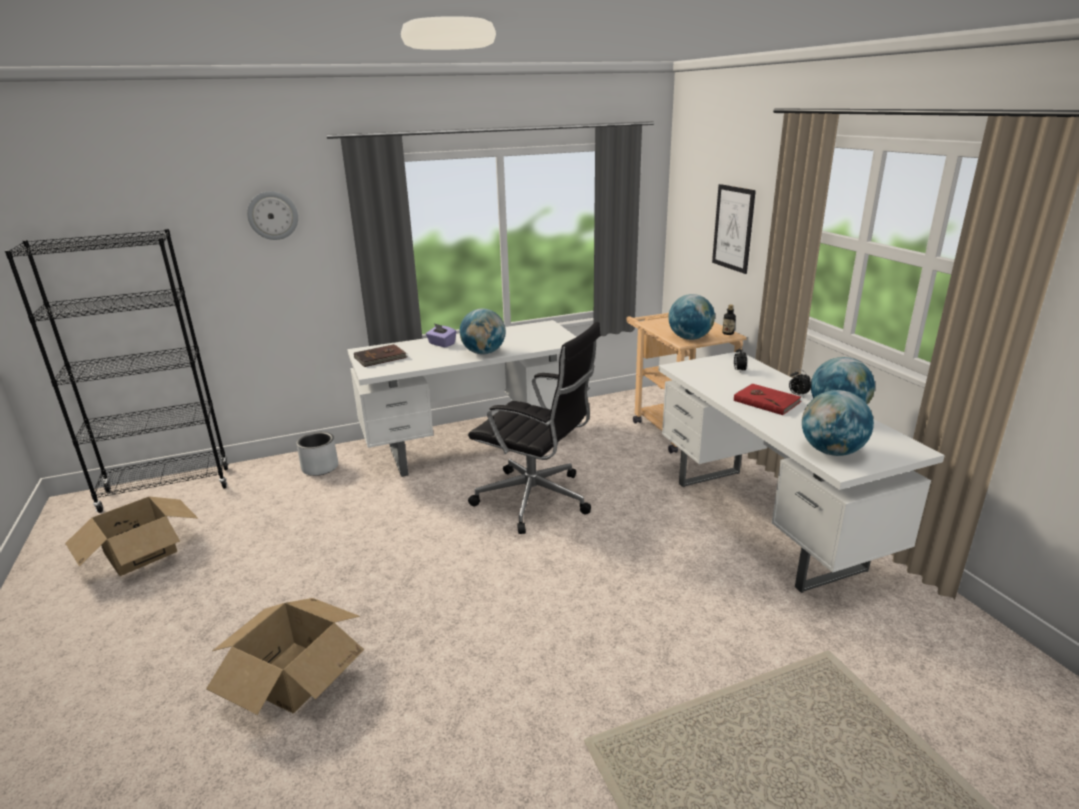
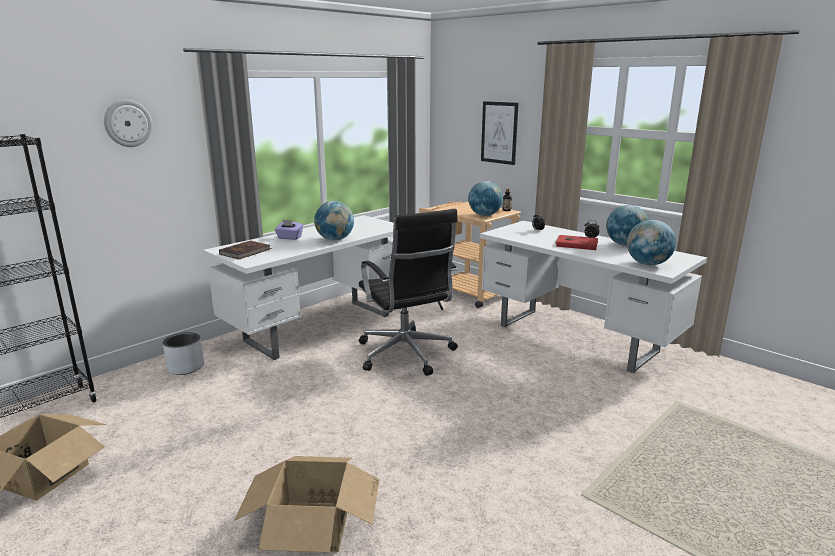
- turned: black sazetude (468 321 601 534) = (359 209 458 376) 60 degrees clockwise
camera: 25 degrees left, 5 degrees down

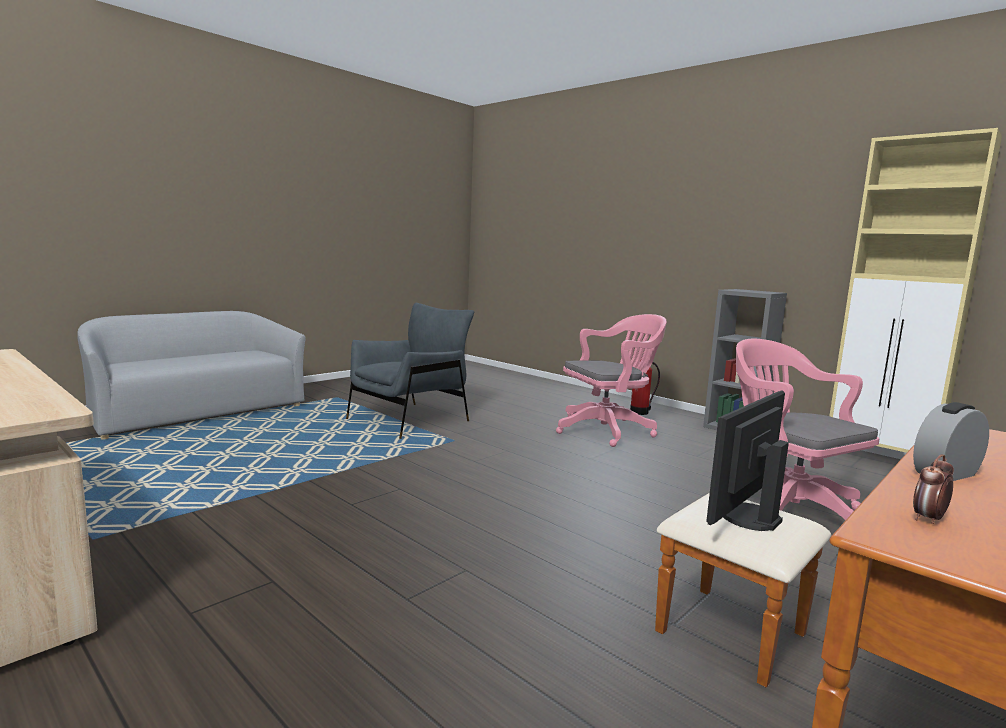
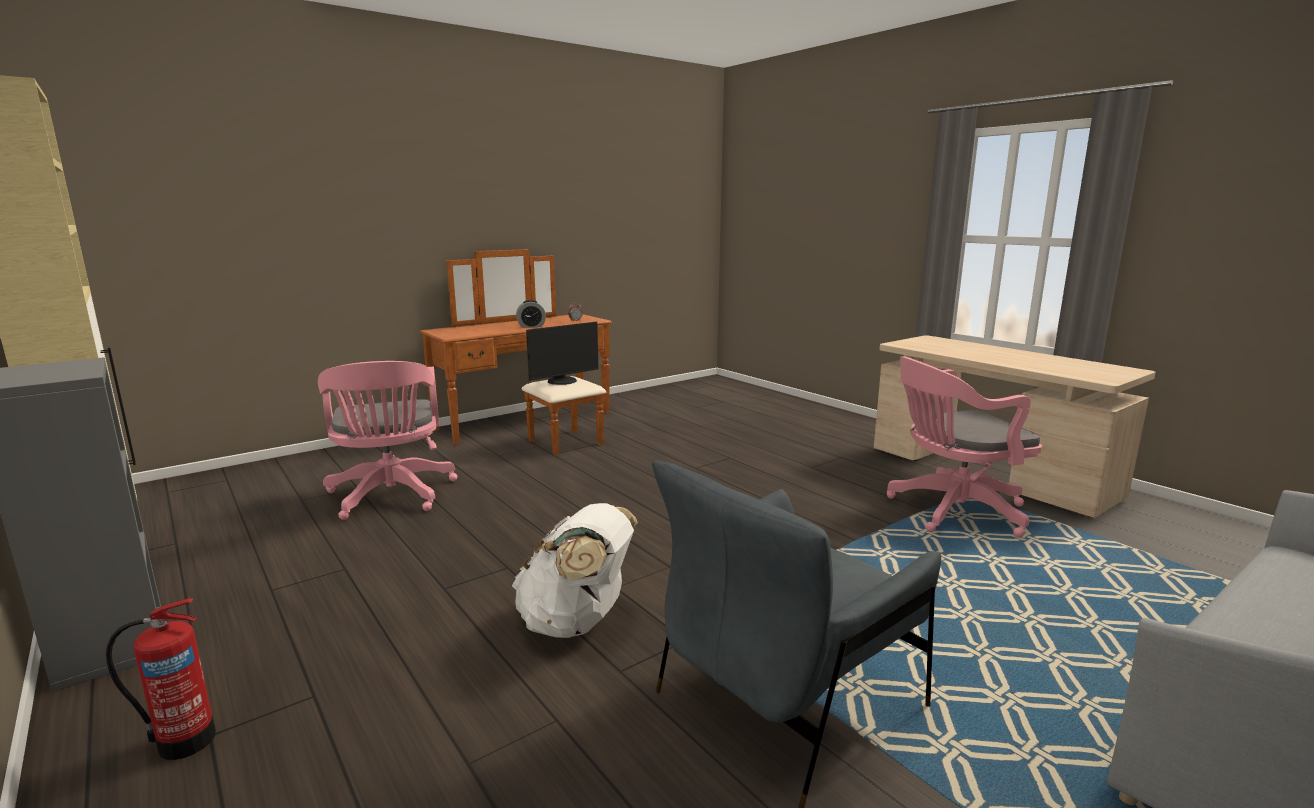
- moved: pink sazetude (556 314 667 447) to (886 356 1042 538)
- added: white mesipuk (512 503 638 638)
camera: 170 degrees left, 5 degrees up

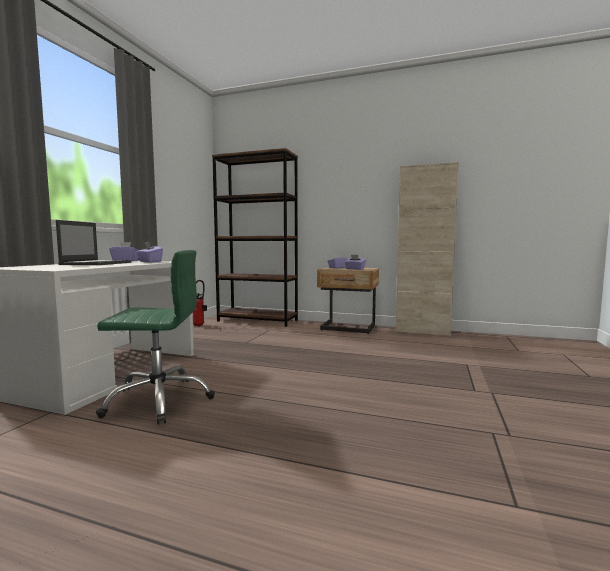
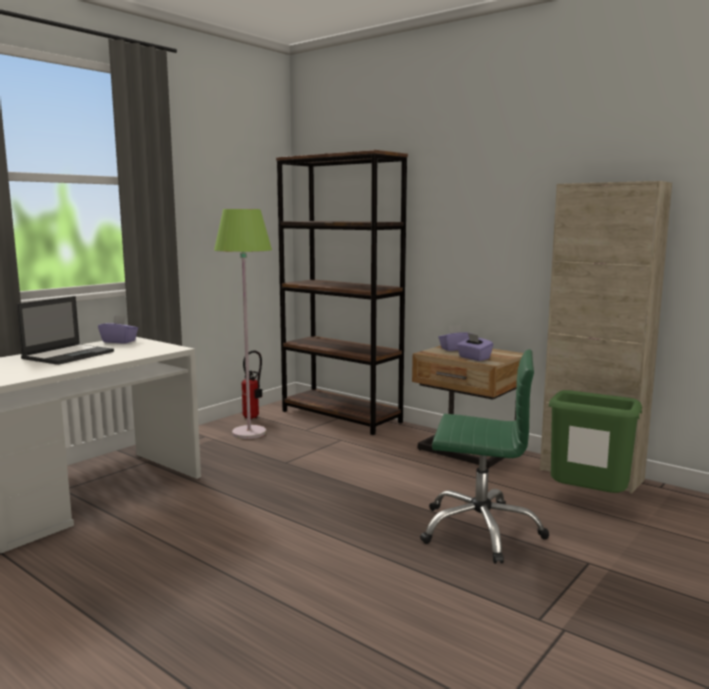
- removed: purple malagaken (136 242 163 262)
- moved: green sazetude (96 250 215 424) to (420 350 549 564)
- added: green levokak (214 209 272 439)
- added: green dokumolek (549 390 642 493)
camera: 20 degrees right, 5 degrees up

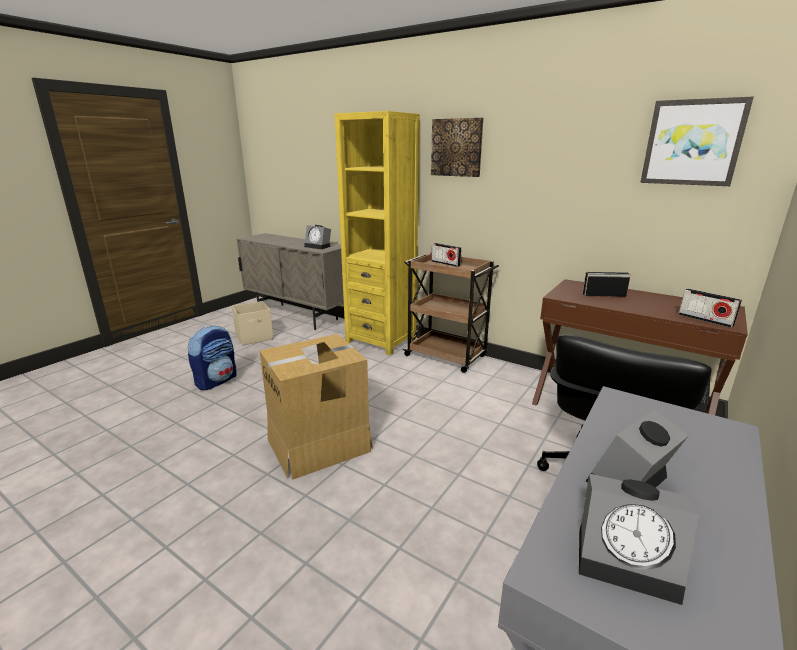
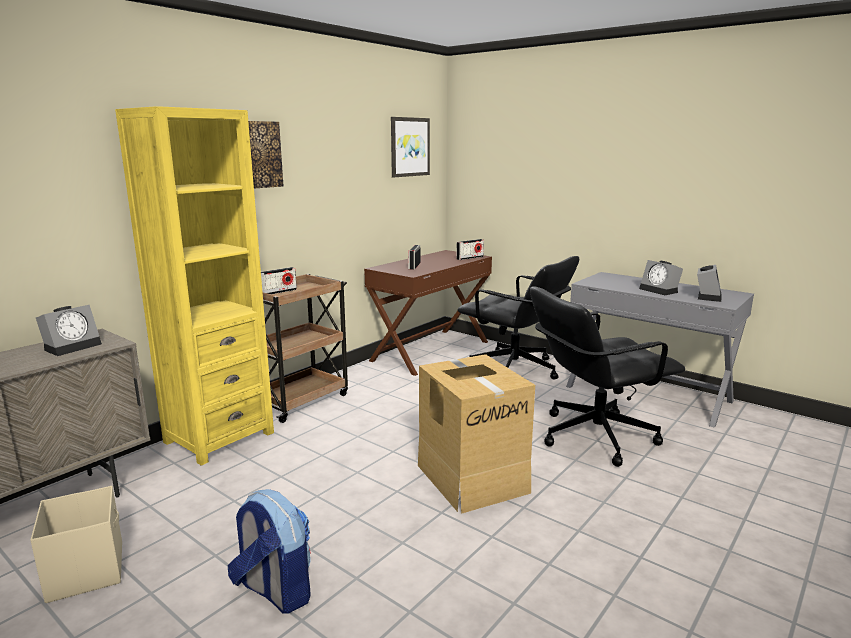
- added: black sazetude (530 286 685 467)
camera: 85 degrees left, 5 degrees down

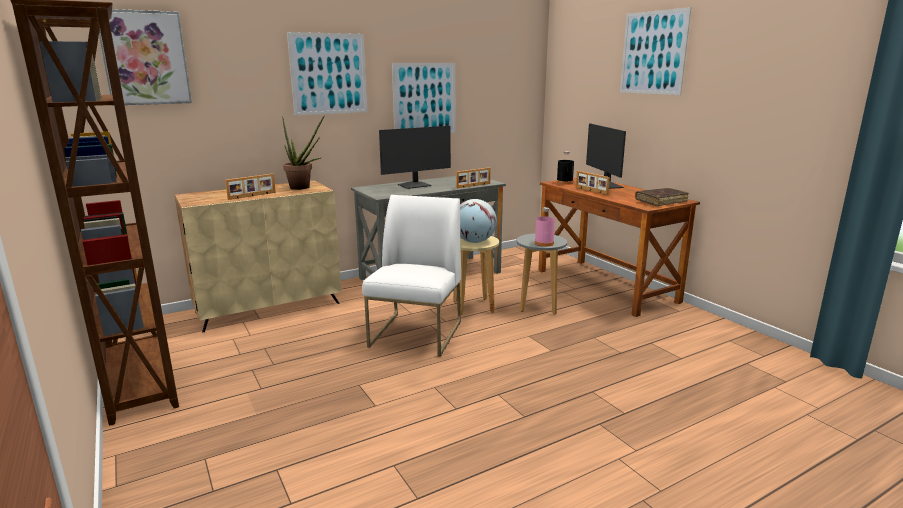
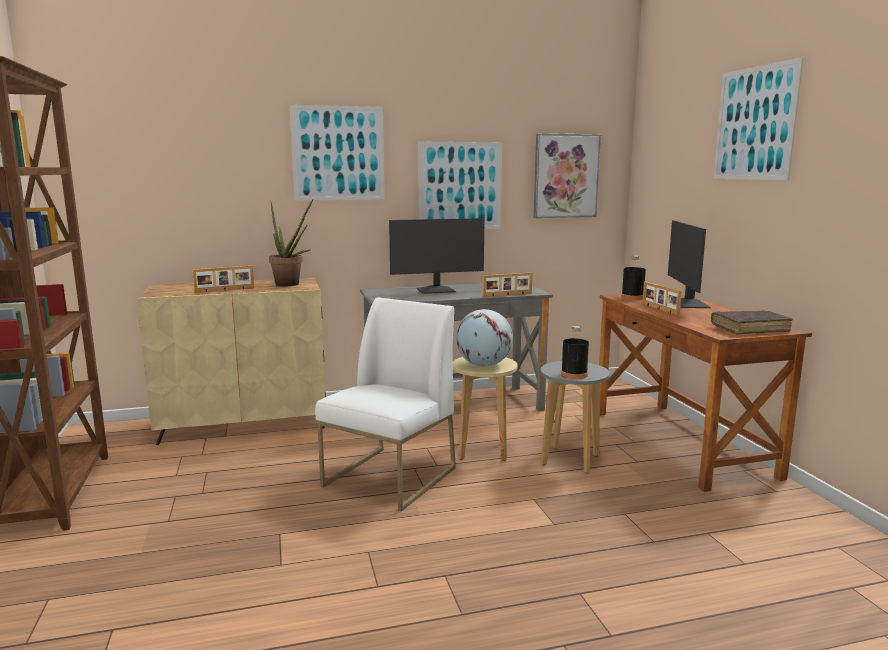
- moved: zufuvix (99 9 192 106) to (534 133 601 218)
- recoloured: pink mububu (535 207 555 247) to black mububu (561 326 589 379)
camera: 15 degrees right, 5 degrees down

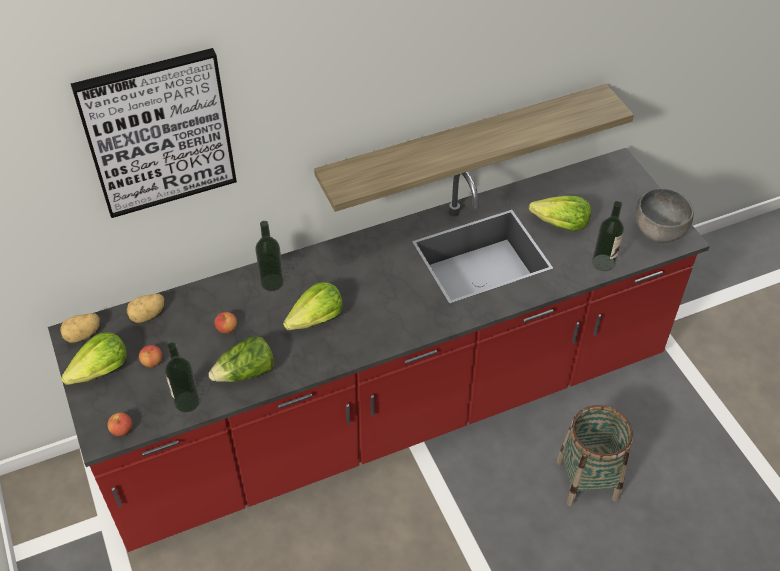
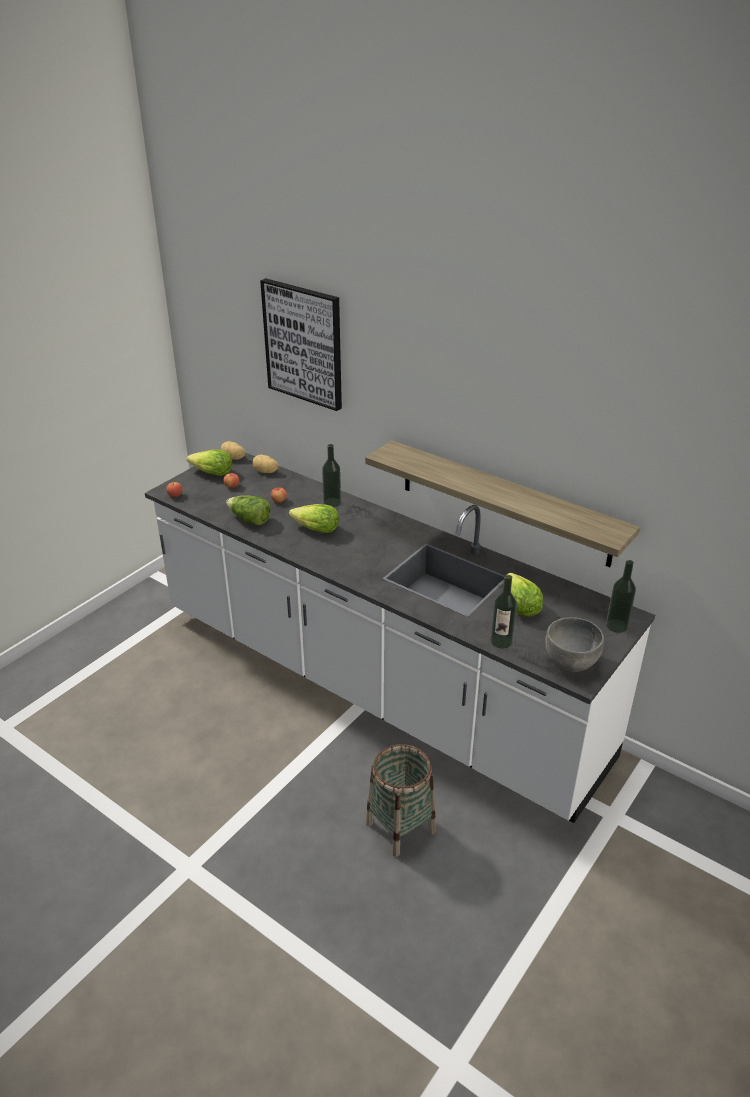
- recoloured: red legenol (48 148 710 552) to white legenol (145 453 655 823)
- moved: mububu (165 342 200 412) to (606 560 636 633)
camera: 60 degrees right, 15 degrees down

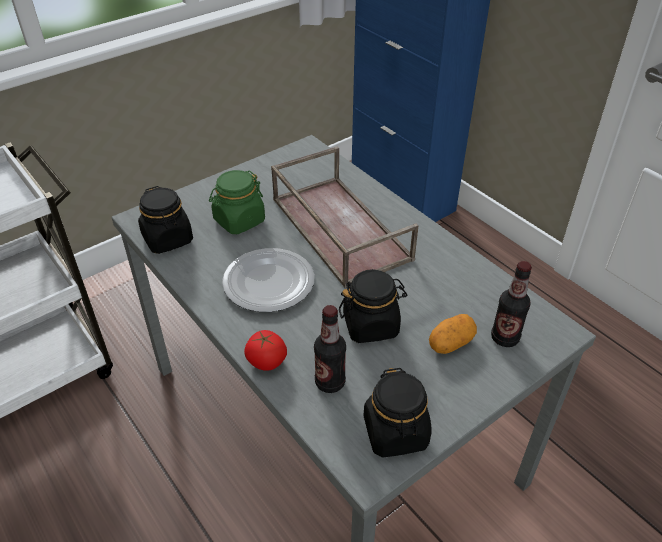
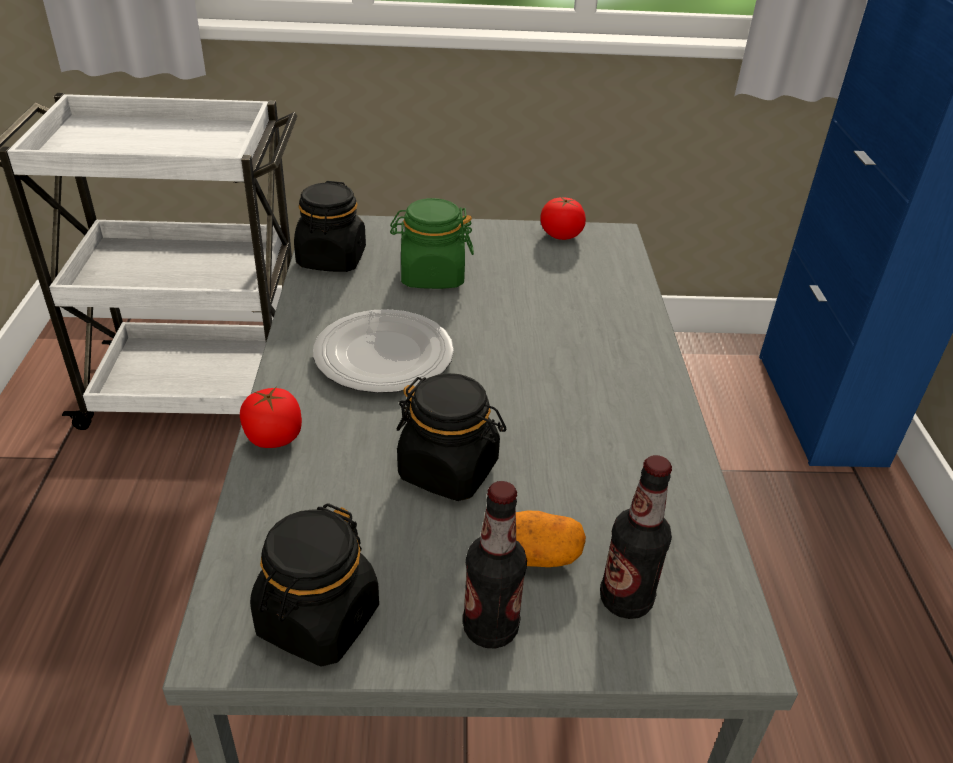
- removed: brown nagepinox (271 146 419 288)
- moved: mububu (314 305 346 393) to (463 481 527 649)
- added: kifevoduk (540 197 586 240)
camera: 35 degrees right, 5 degrees down

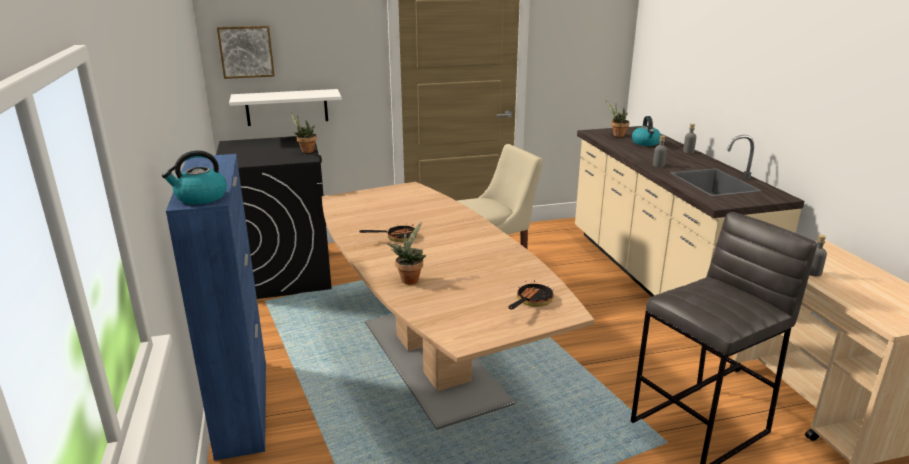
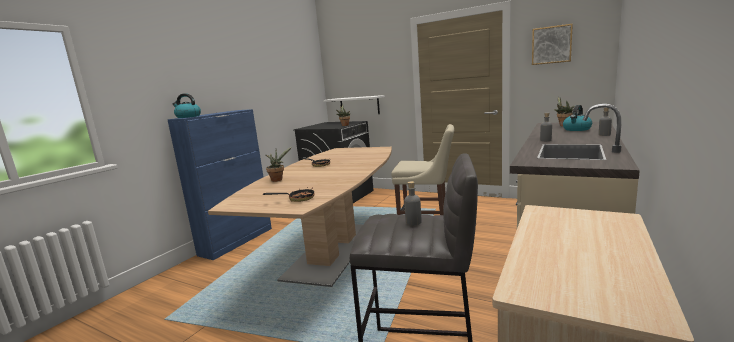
- moved: zufuvix (217 26 275 79) to (532 23 573 65)
- moved: grey mububu (809 235 827 277) to (404 181 422 225)
camera: 45 degrees right, 10 degrees down

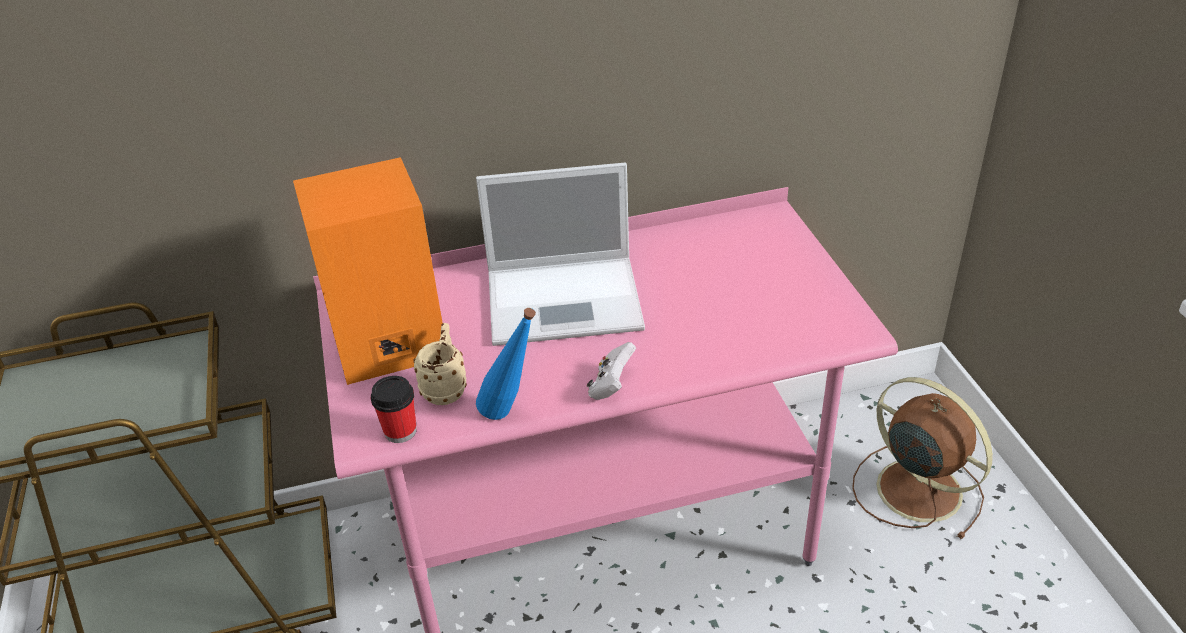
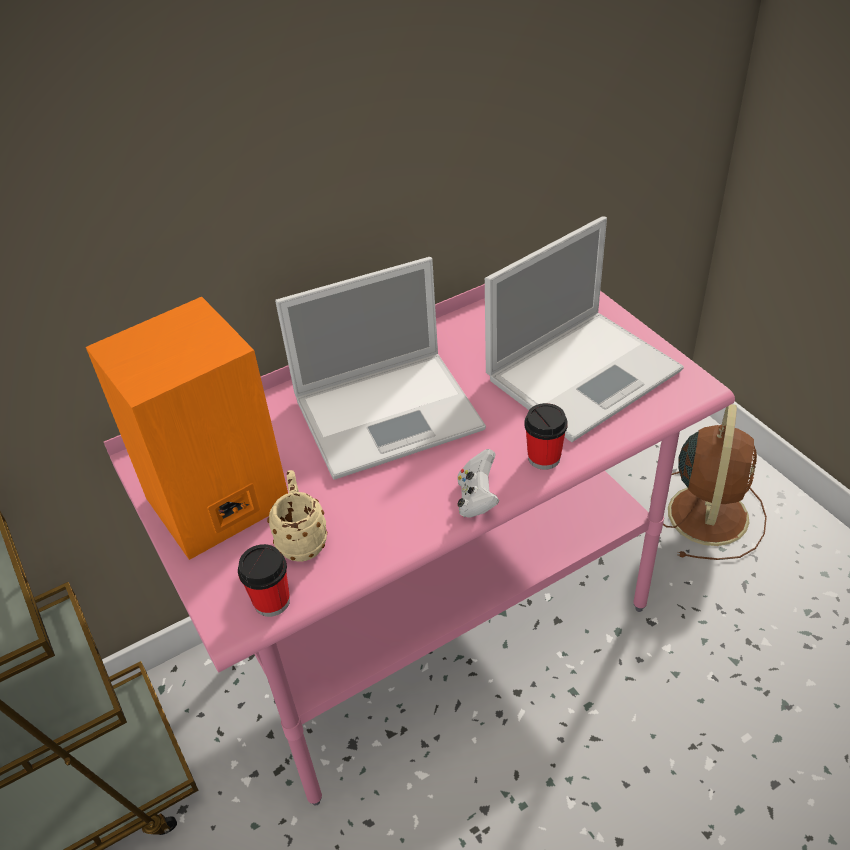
- removed: blue mububu (476 308 536 420)
- turned: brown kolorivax (852 377 993 539) = (651 404 767 560) 75 degrees clockwise
- added: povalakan (485 216 684 442)
- added: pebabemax (524 403 568 470)
camera: 15 degrees left, 5 degrees up

